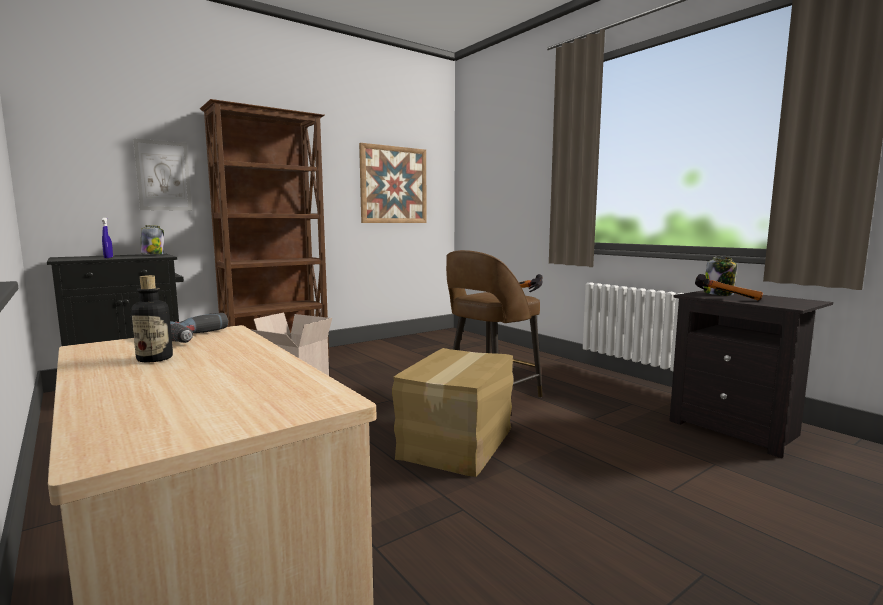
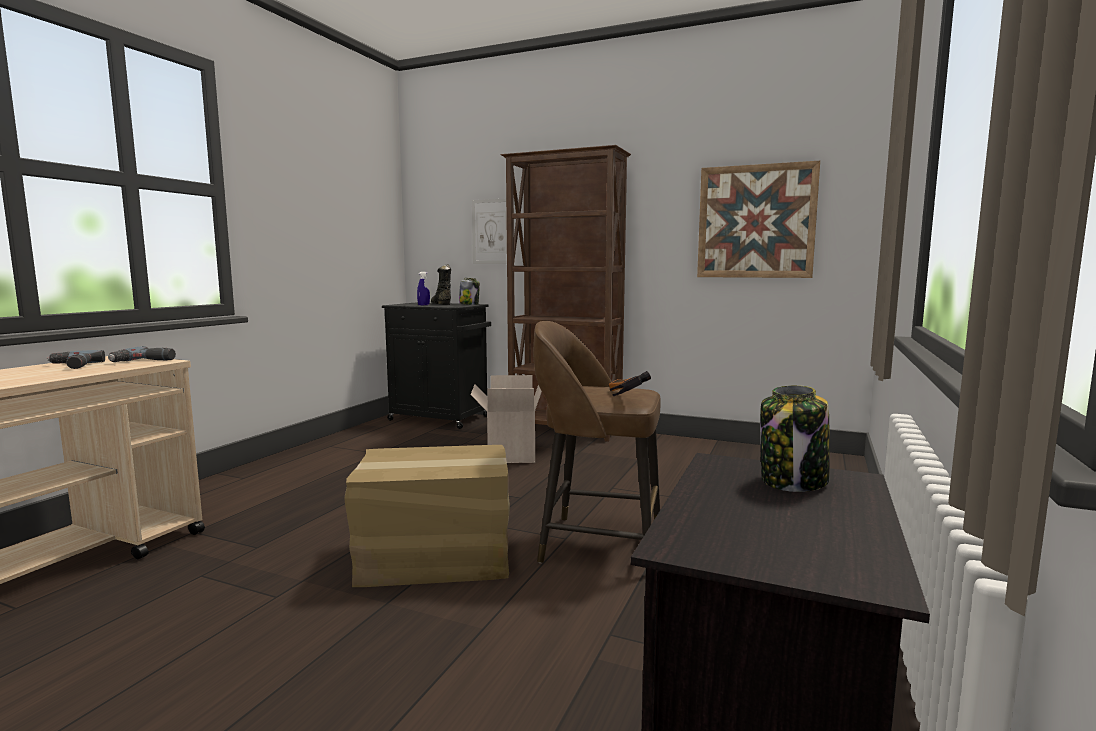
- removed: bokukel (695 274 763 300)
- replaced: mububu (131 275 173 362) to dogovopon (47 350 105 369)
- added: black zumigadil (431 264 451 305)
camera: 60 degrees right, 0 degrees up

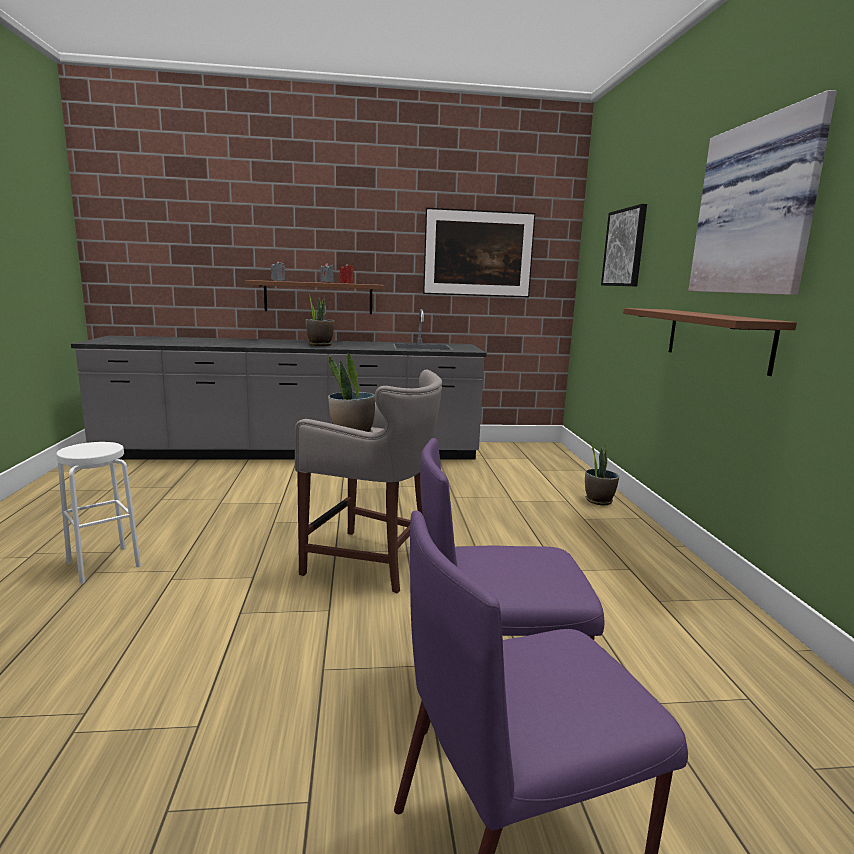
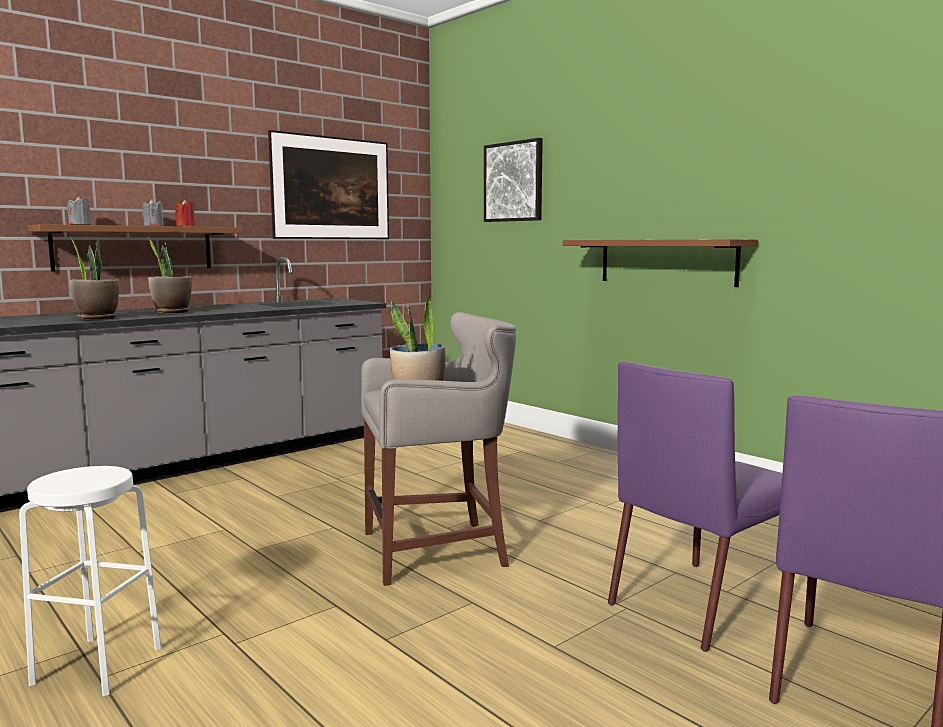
- removed: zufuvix (688 90 837 295)
- moved: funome (585 442 619 505) to (68 236 119 320)
camera: 35 degrees left, 5 degrees down

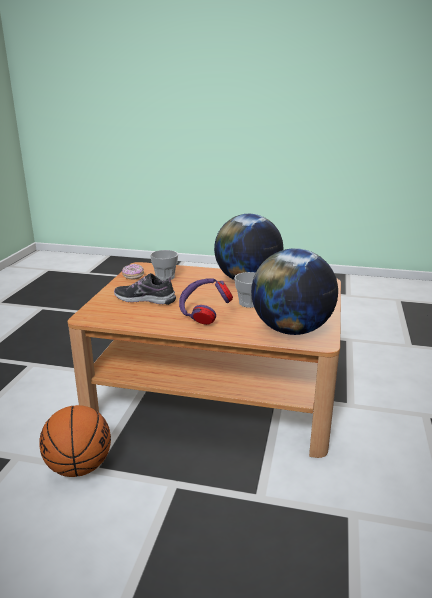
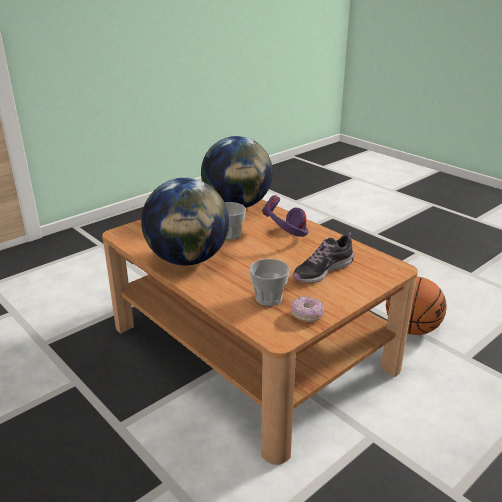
- turned: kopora (114 273 176 305) = (293 232 354 283) 90 degrees clockwise
camera: 145 degrees left, 5 degrees up

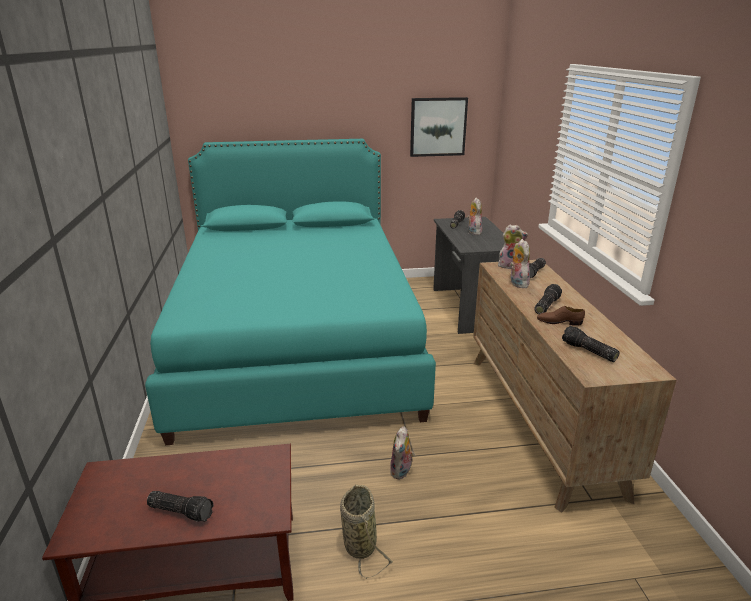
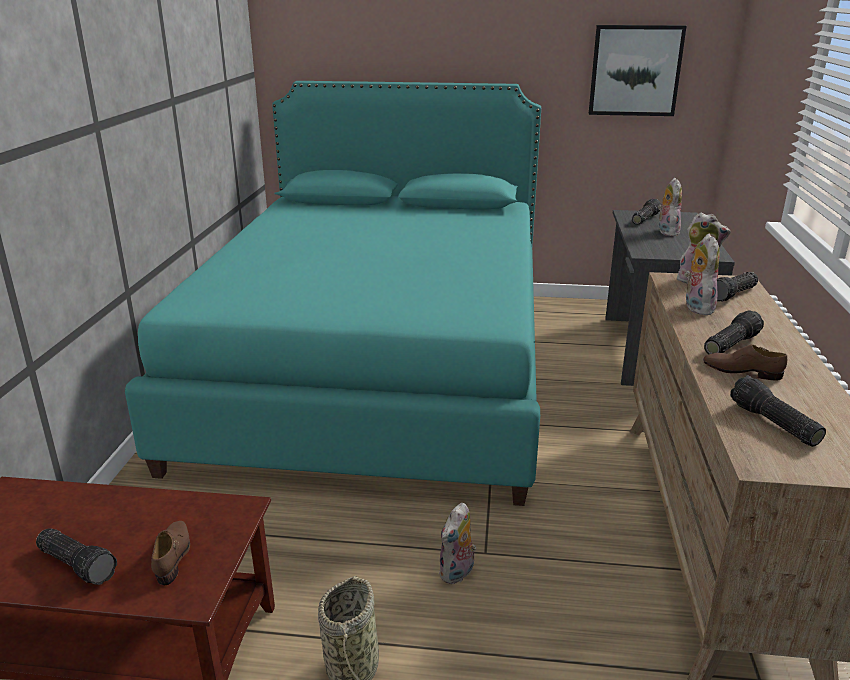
- added: brown kopora (151 521 190 585)
camera: 15 degrees right, 0 degrees up

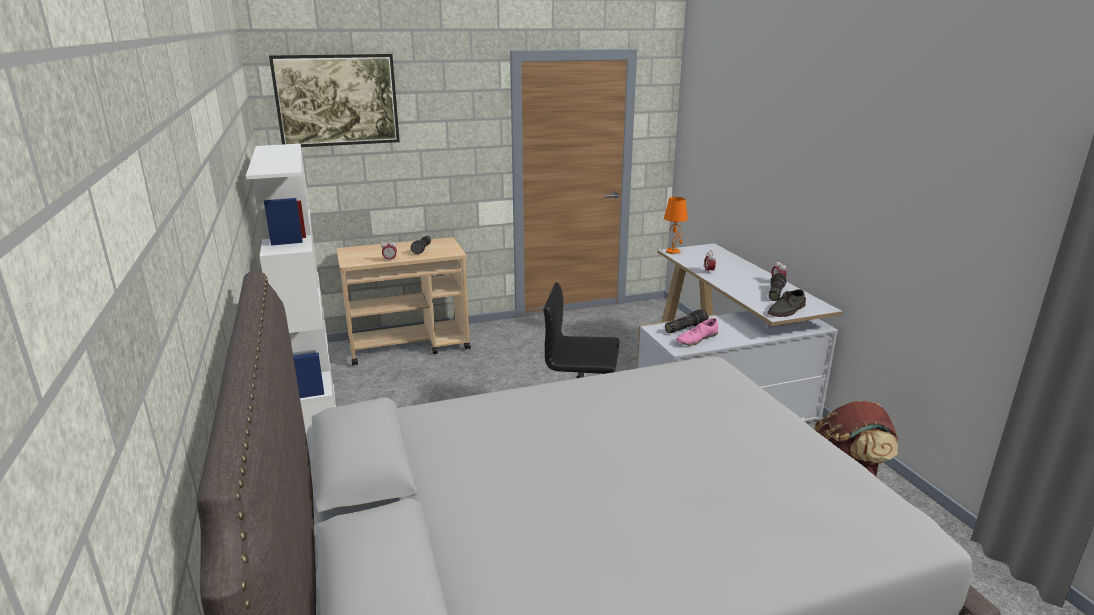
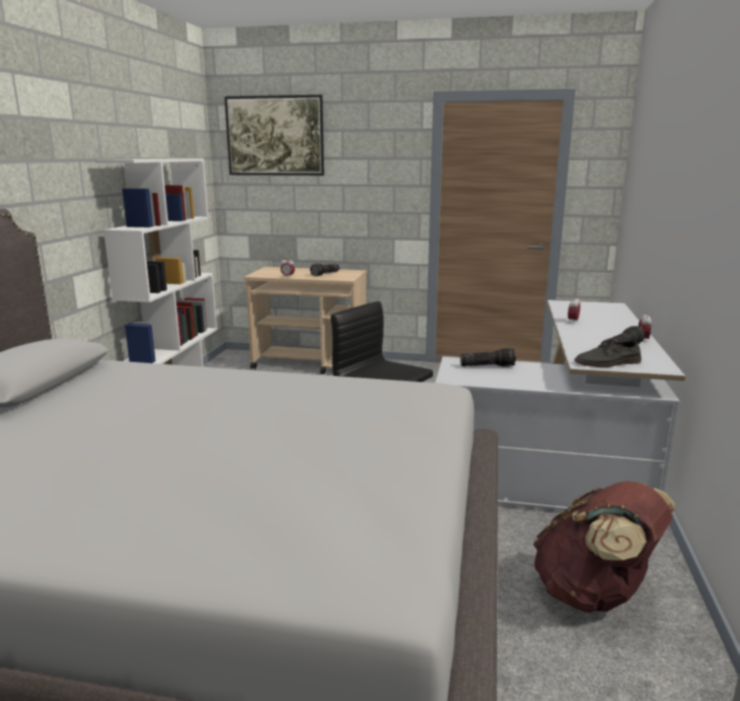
- removed: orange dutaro (664 197 688 254)
- removed: pink kopora (676 318 718 346)
camera: 30 degrees right, 5 degrees down

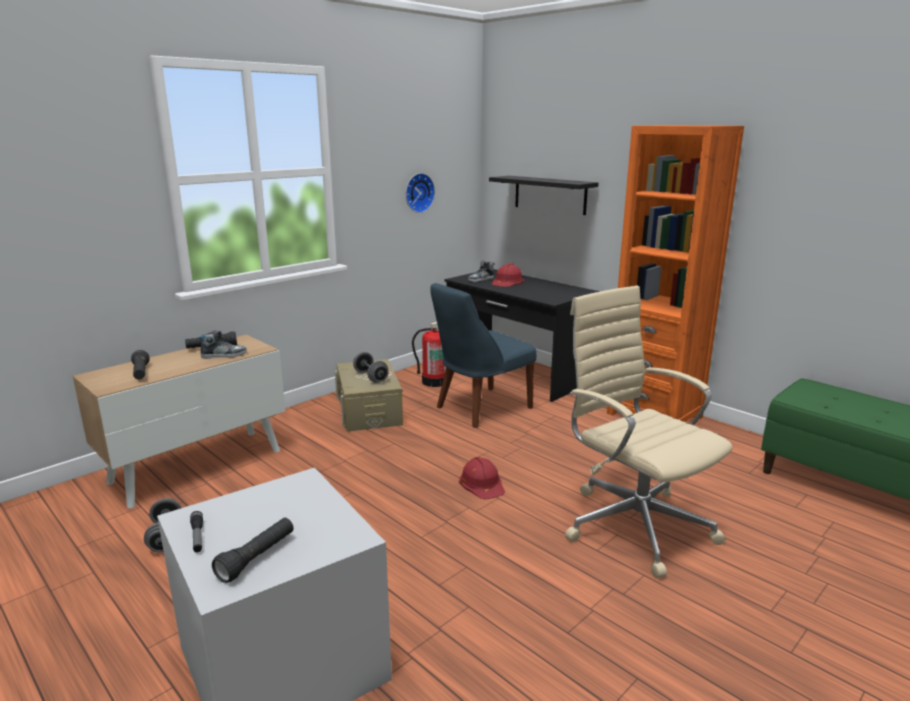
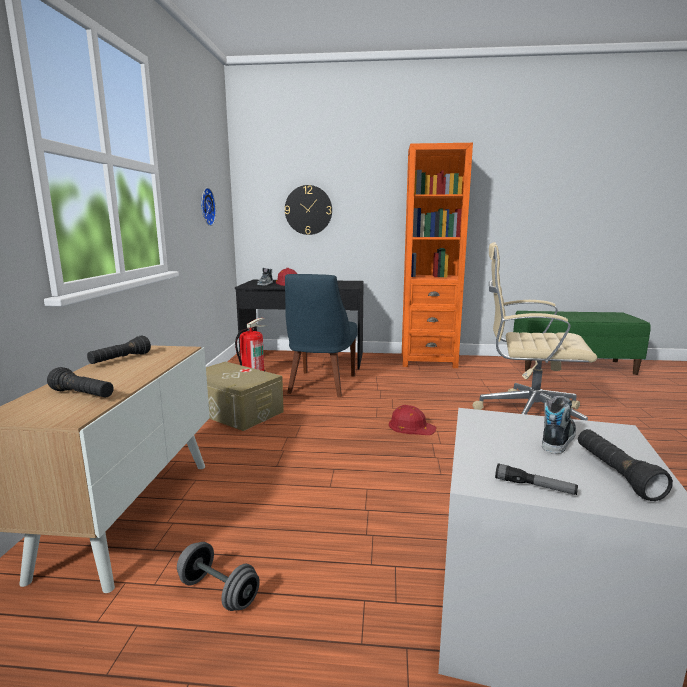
- replaced: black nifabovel (489 176 598 215) to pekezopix (285 185 332 235)
- moved: kopora (198 330 247 359) to (542 396 576 454)
- removed: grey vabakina (353 352 389 383)
camera: 40 degrees left, 5 degrees down

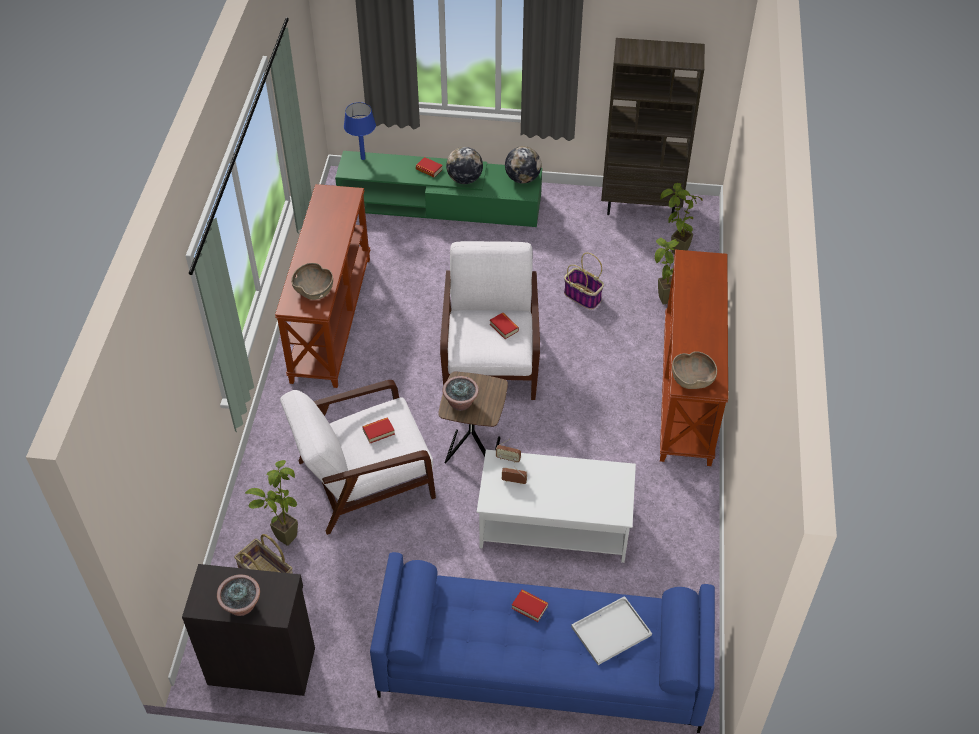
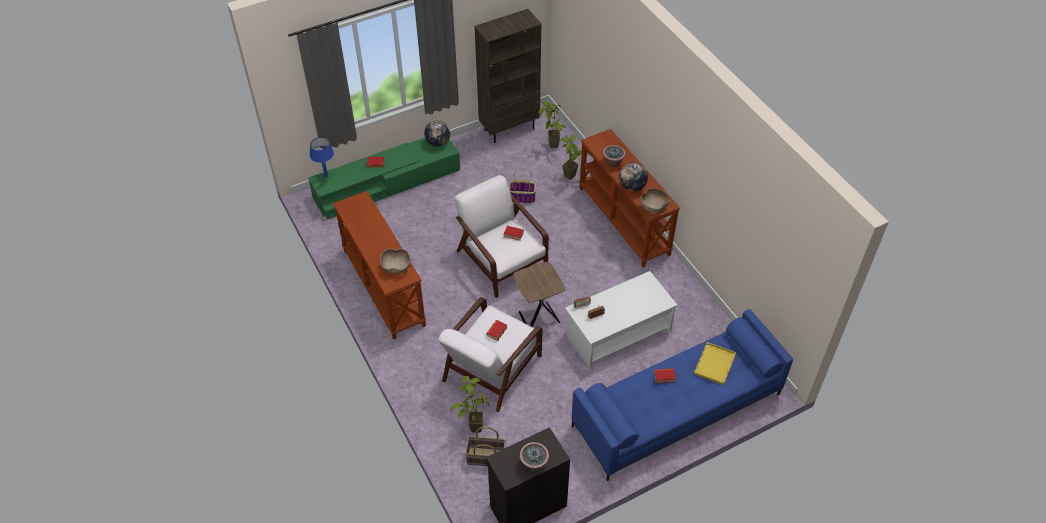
- moved: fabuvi (446 147 483 184) to (619 163 648 192)
- moved: funome (442 376 479 411) to (603 145 626 167)
- recoloured: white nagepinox (571 596 652 665) to yellow nagepinox (694 342 736 385)
camera: 35 degrees left, 0 degrees up

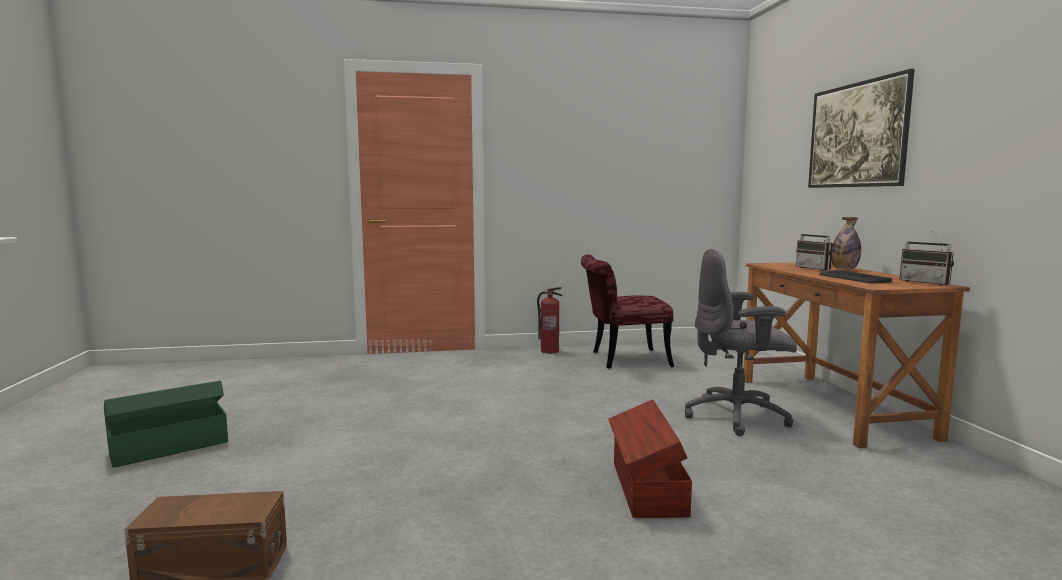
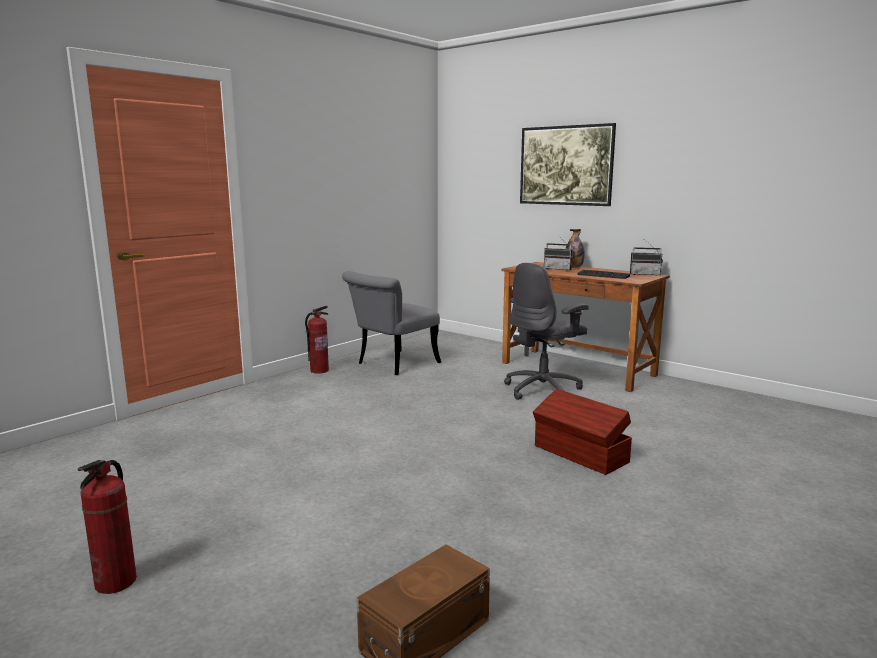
- recoloured: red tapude (581 254 674 369) to grey tapude (342 271 441 375)
- replaced: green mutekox (104 381 228 468) to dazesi (78 460 137 594)
camera: 40 degrees left, 5 degrees up

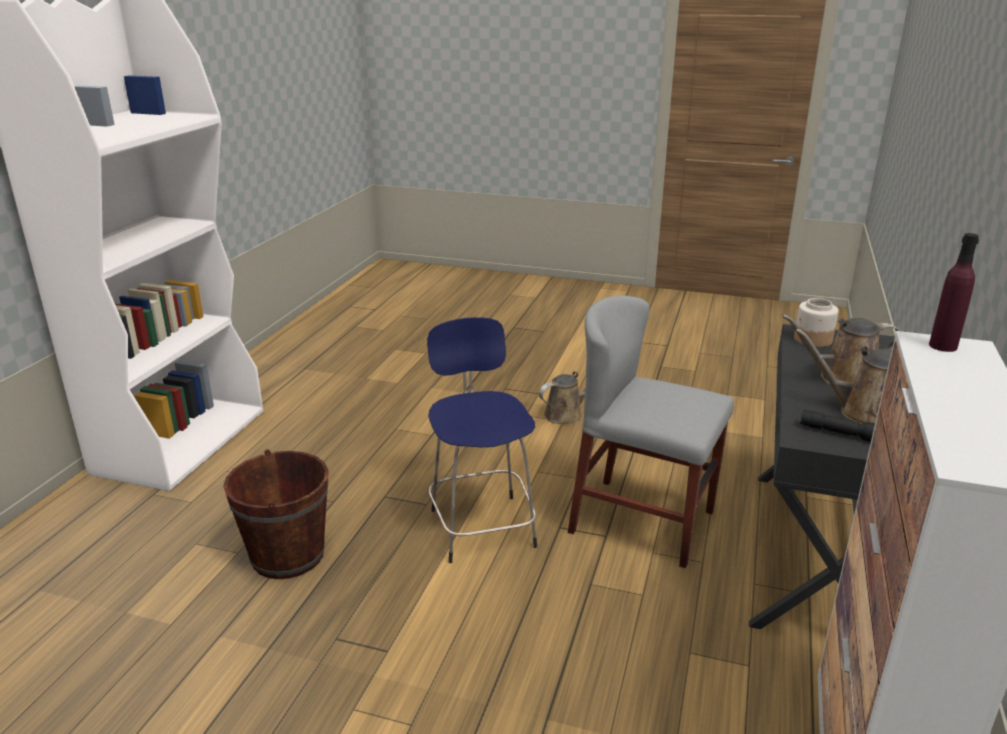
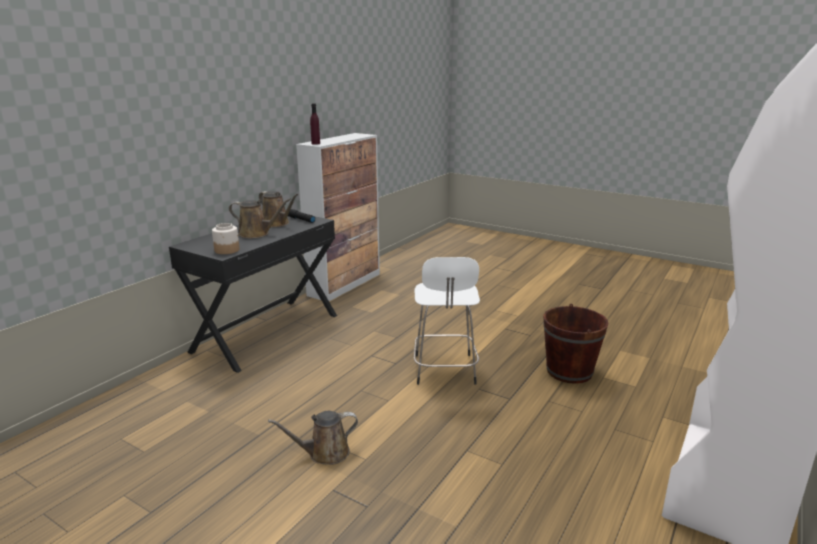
- removed: grey tapude (568 295 734 568)
- recoloured: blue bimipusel (427 317 537 563) to white bimipusel (414 257 480 385)
camera: 165 degrees left, 5 degrees down

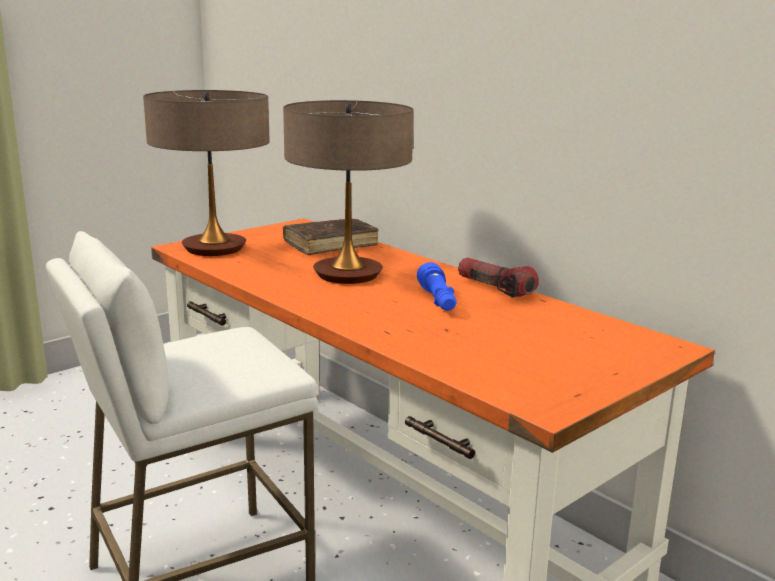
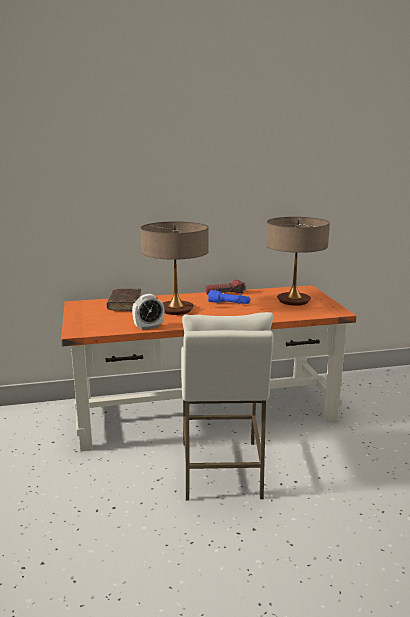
- moved: dutaro (143 90 270 256) to (266 217 330 306)
- added: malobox (132 294 164 330)
camera: 60 degrees left, 0 degrees up

